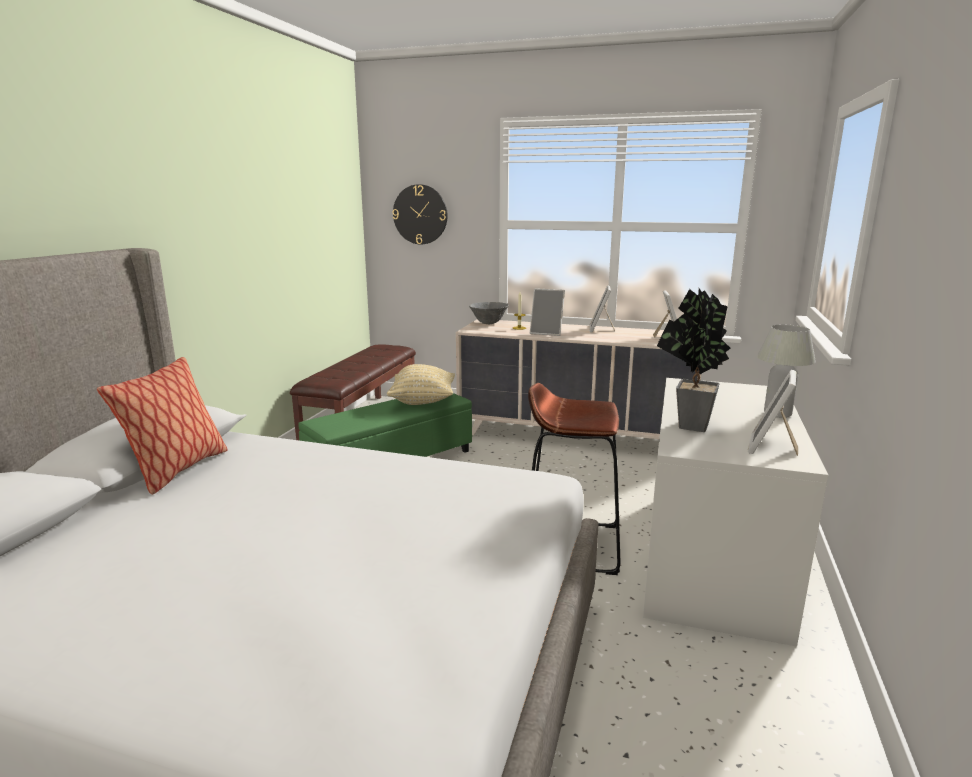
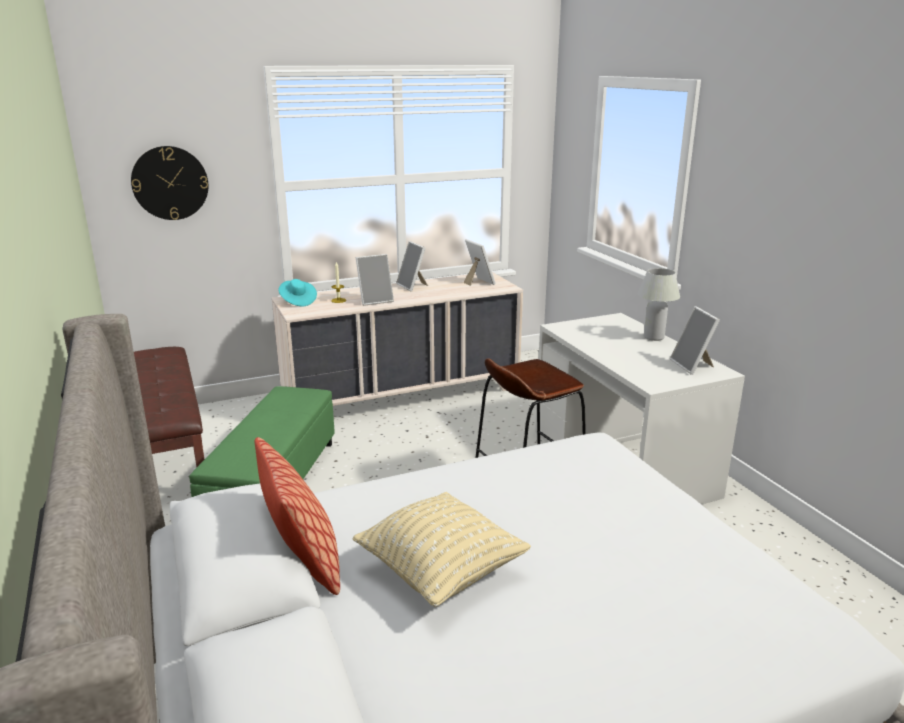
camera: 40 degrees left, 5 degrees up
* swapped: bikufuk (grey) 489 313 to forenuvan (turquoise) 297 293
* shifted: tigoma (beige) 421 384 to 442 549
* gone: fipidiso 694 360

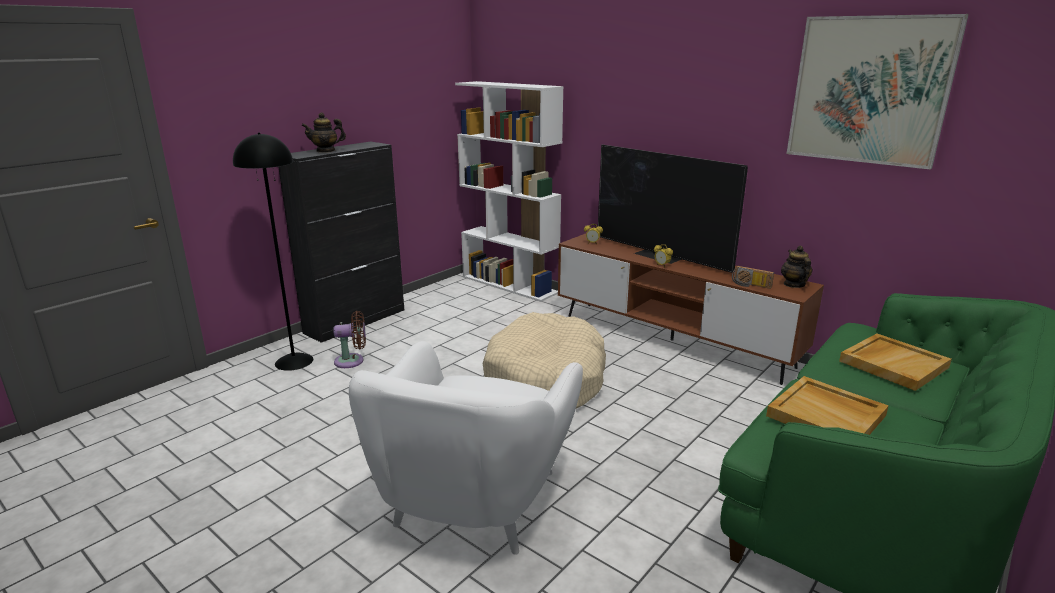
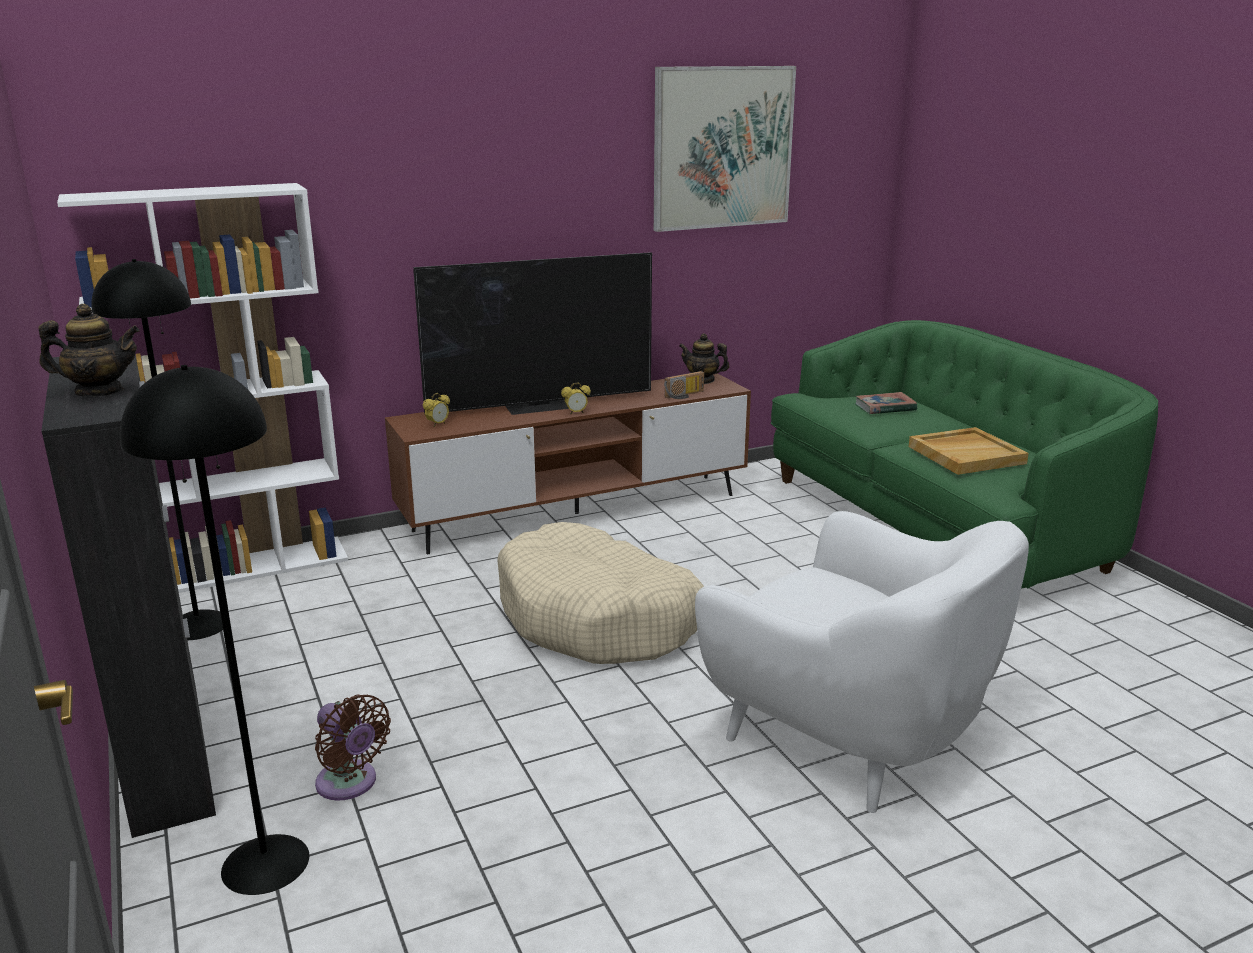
camera: 65 degrees left, 0 degrees up
* rotated: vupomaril 323 132 = 89 350 105 degrees counterclockwise
* new: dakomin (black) 157 449
* rotated: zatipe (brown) 349 339 = 353 747 120 degrees clockwise
* swapped: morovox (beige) 895 362 to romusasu 886 403

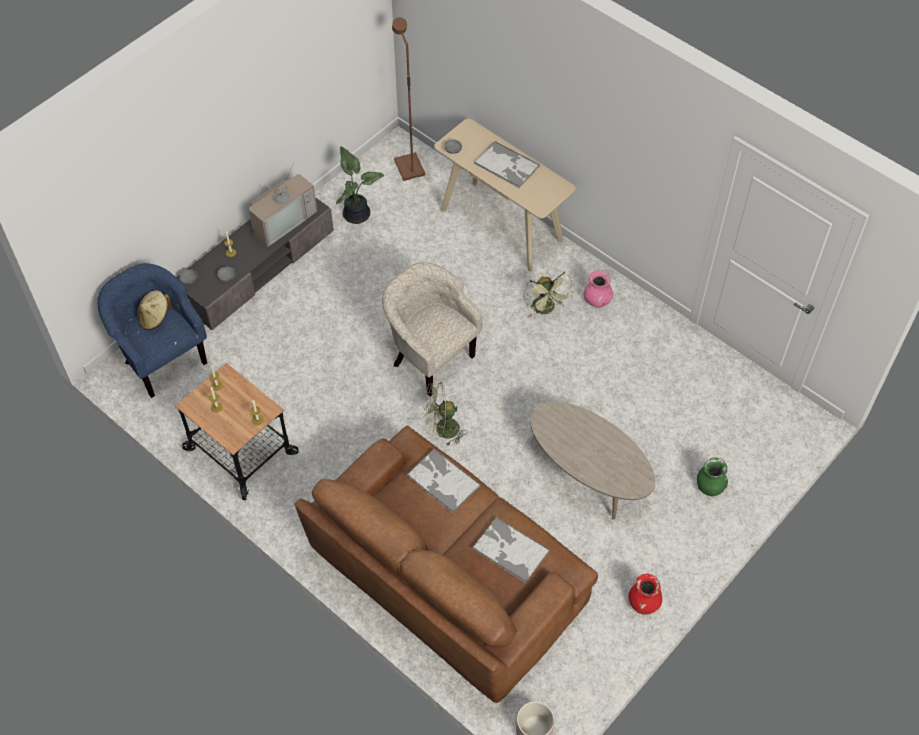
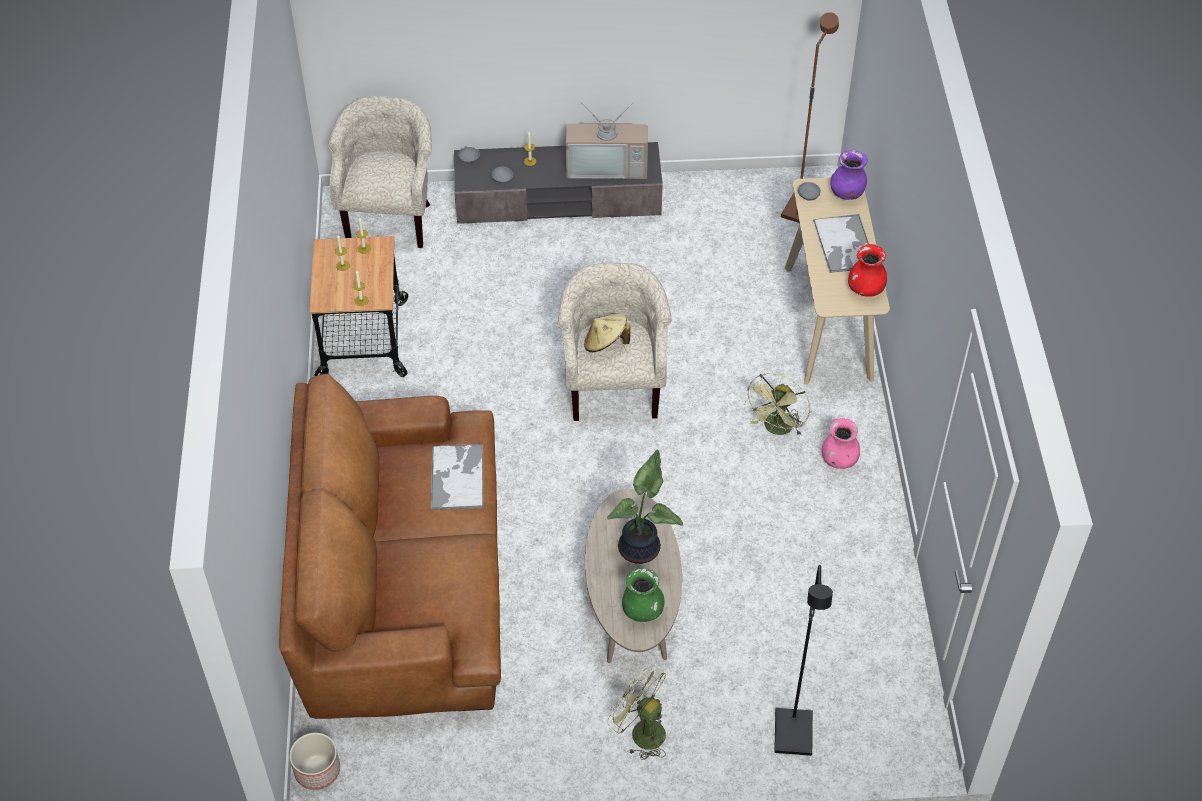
camera: 45 degrees right, 5 degrees down
* repainted: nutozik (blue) 152 330 to nutozik (beige) 380 172
* shifted: forenuvan (beige) 155 310 to 607 332
* shifted: fipidiso 360 185 to 645 507
* shifted: zatipe (green) 445 414 to 636 713
* shifted: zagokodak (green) 712 477 to 643 595
* new: dakomin (black) 803 660
* new: zagokodak (purple) 848 175
* shifted: zagokodak (red) 645 594 to 867 270
* gone: morovox 511 550

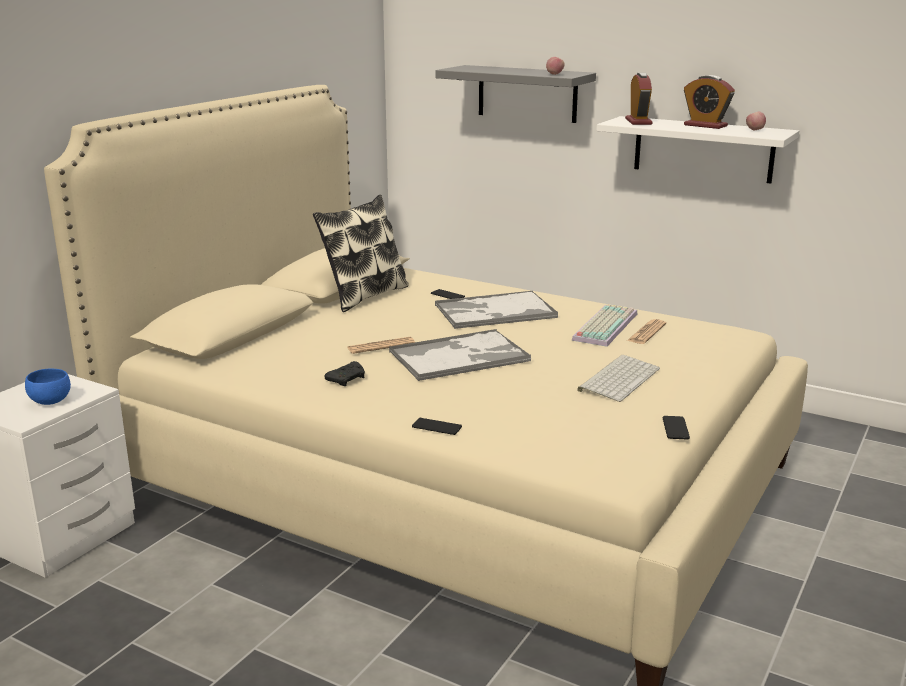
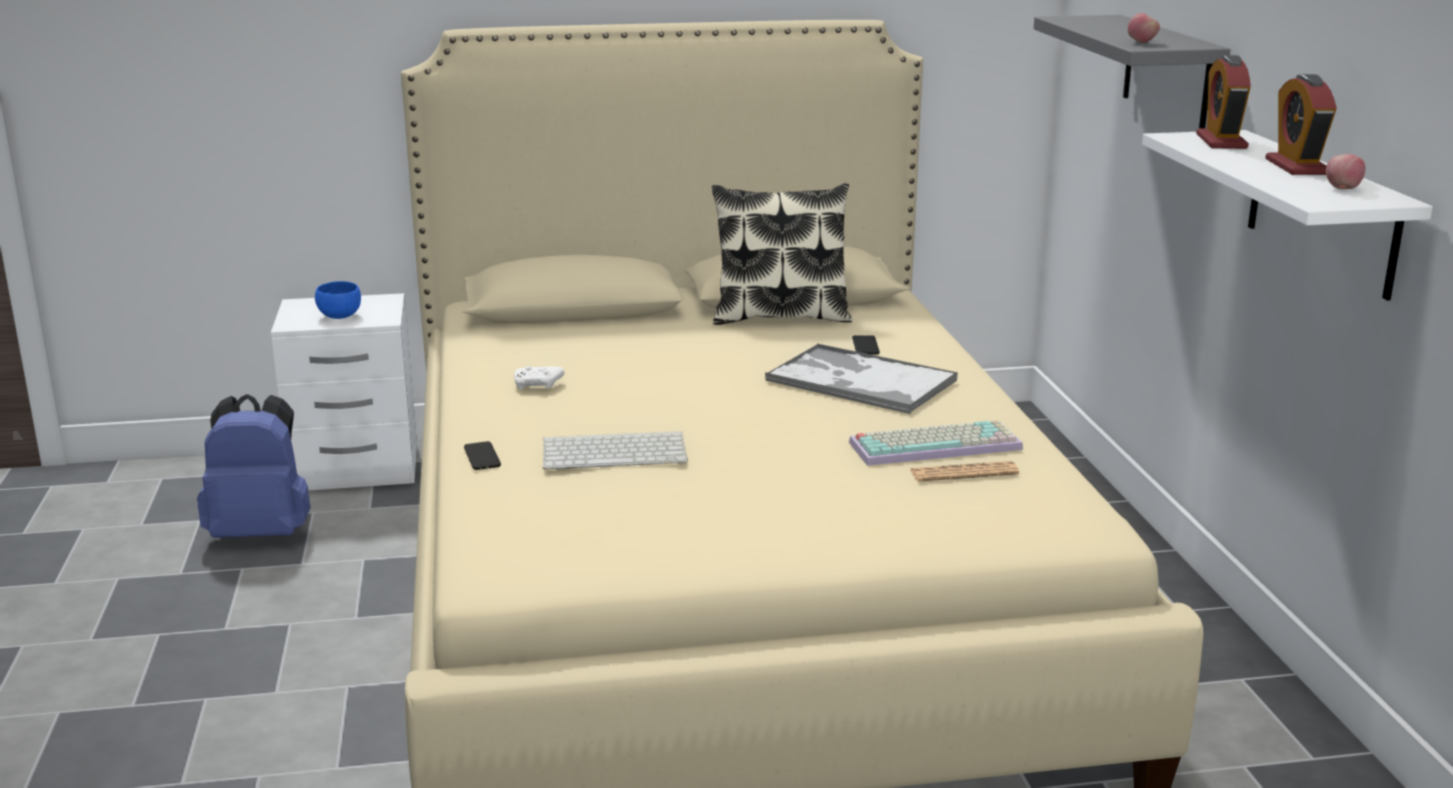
camera: 50 degrees right, 0 degrees up
* new: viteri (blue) 253 466
* repainted: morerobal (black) 344 373 to morerobal (white) 539 378
* shifted: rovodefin 618 378 to 615 450
* rotated: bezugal 639 99 = 1223 102 135 degrees clockwise
* gone: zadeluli 381 345
* gone: morovox 460 355
* gone: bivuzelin 676 427

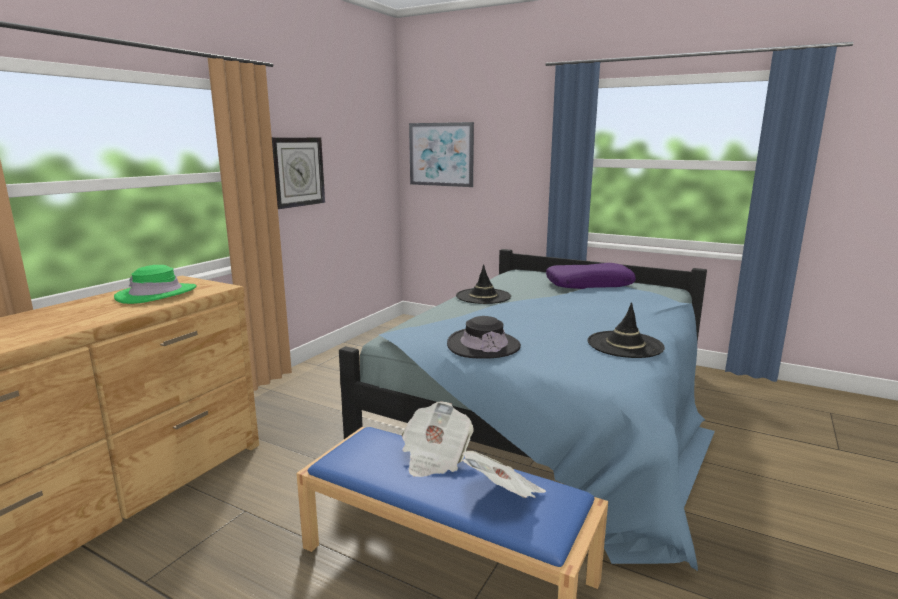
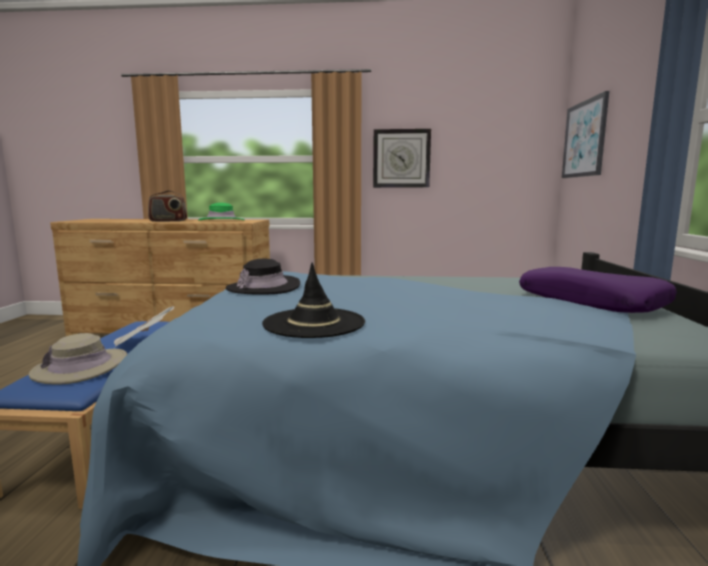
camera: 65 degrees right, 5 degrees down
* swapped: zadeluli 504 474 to forenuvan (beige) 78 359
* new: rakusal 167 206
* gone: forenuvan (black) 483 284

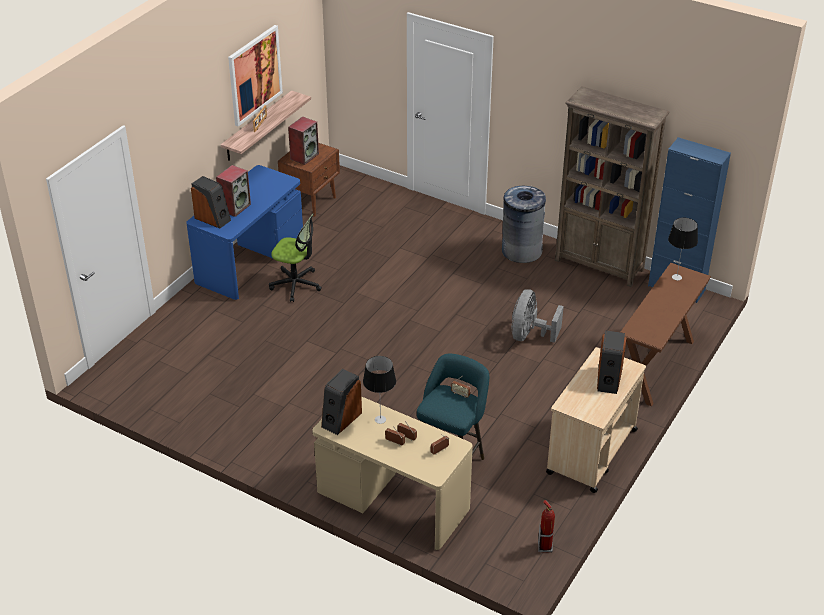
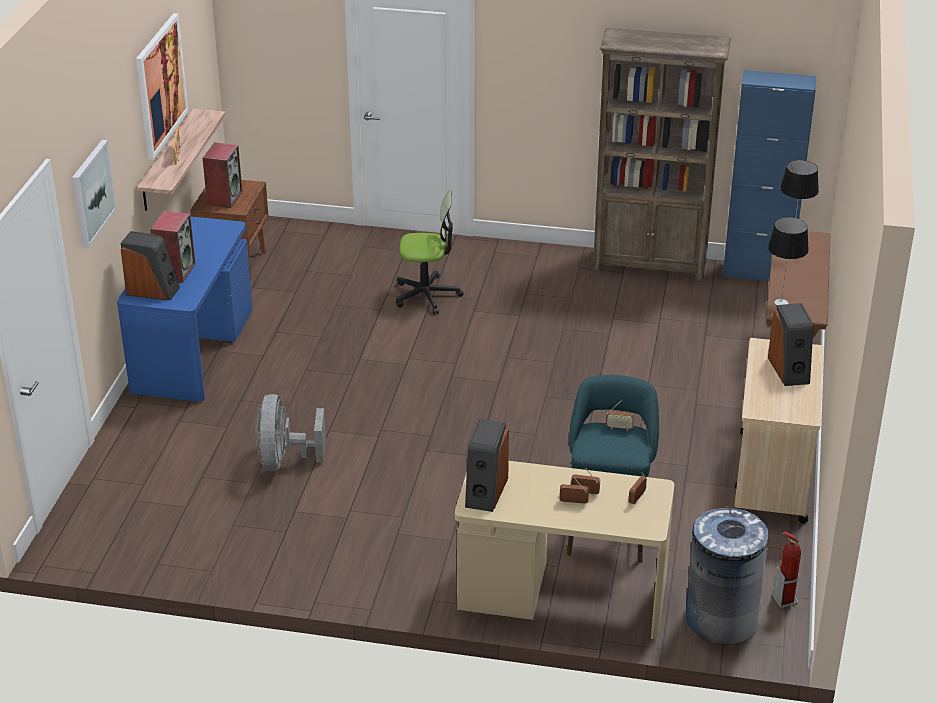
camera: 20 degrees left, 5 degrees down
* new: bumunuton 94 194
* shifted: zatipe (grey) 537 316 to 290 432
* shifted: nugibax 295 257 to 429 252
* shifted: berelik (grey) 524 224 to 727 575
* shifted: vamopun 379 390 to 788 261

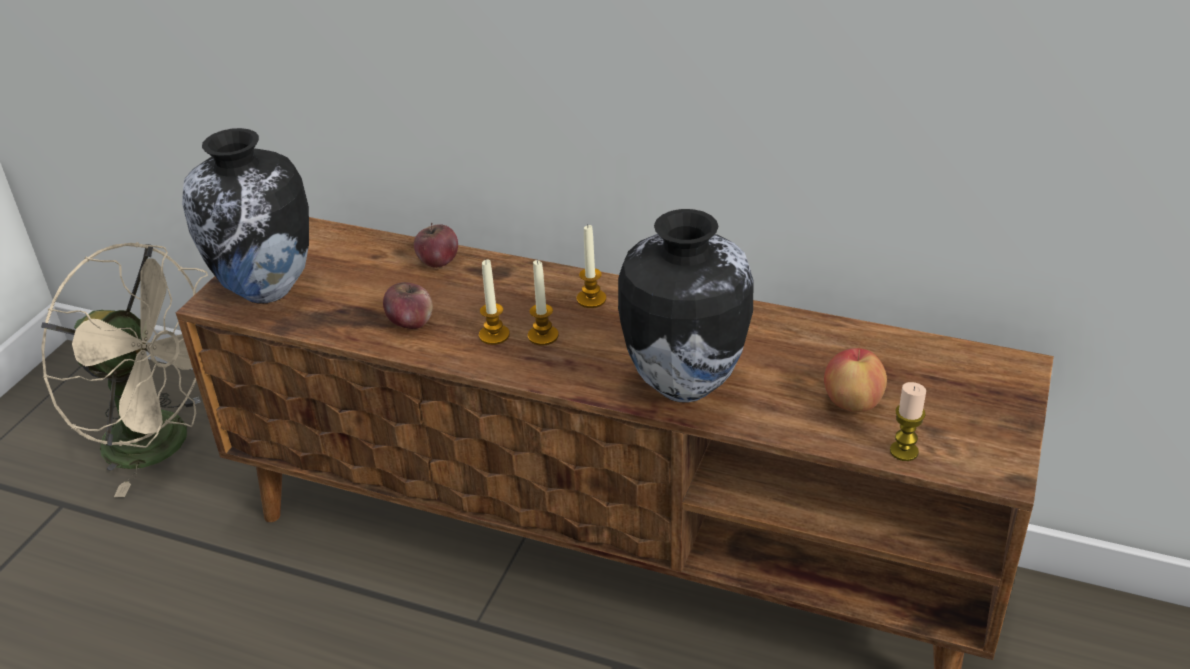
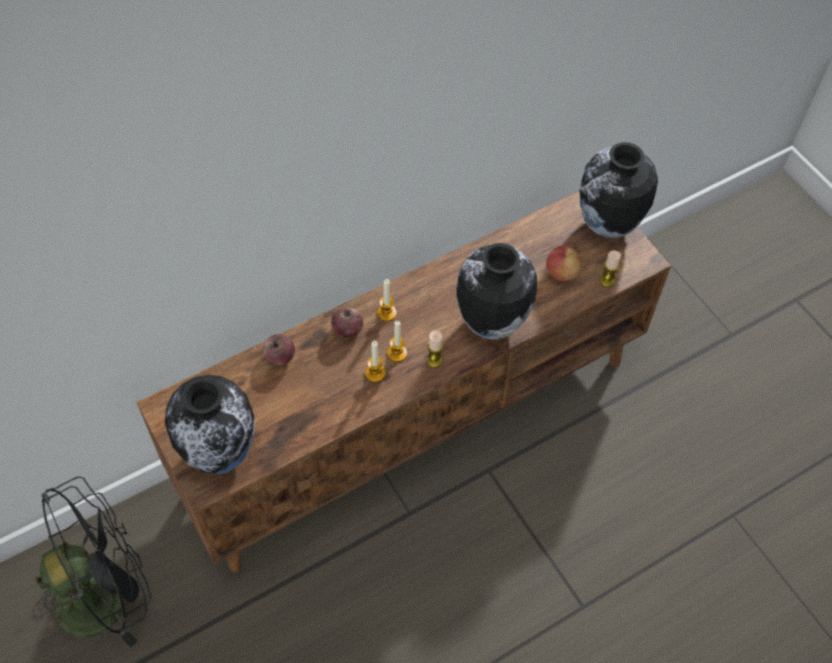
camera: 55 degrees left, 20 degrees up
* repainted: zatipe (beige) 124 369 to zatipe (black) 92 561
* shifted: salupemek 408 305 to 347 322
* new: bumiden 435 349
* new: zagokodak 619 190

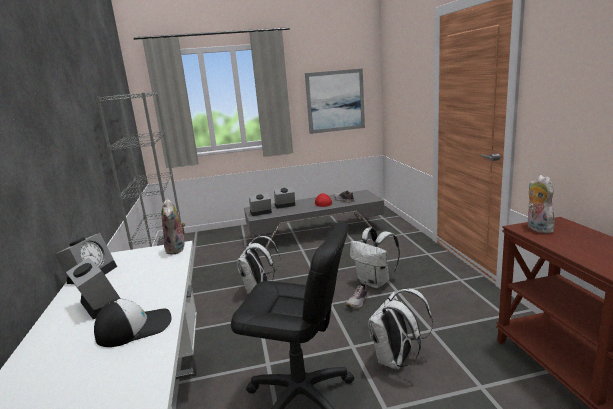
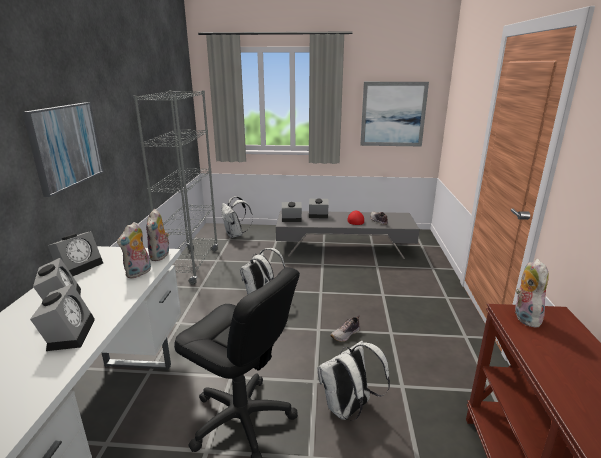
camera: 15 degrees right, 5 degrees up
* new: bumunuton 63 149
* swapped: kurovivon 132 323 to bezugal 62 317
* new: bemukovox 134 250
* shifted: viteri (white) 375 257 to 237 217

